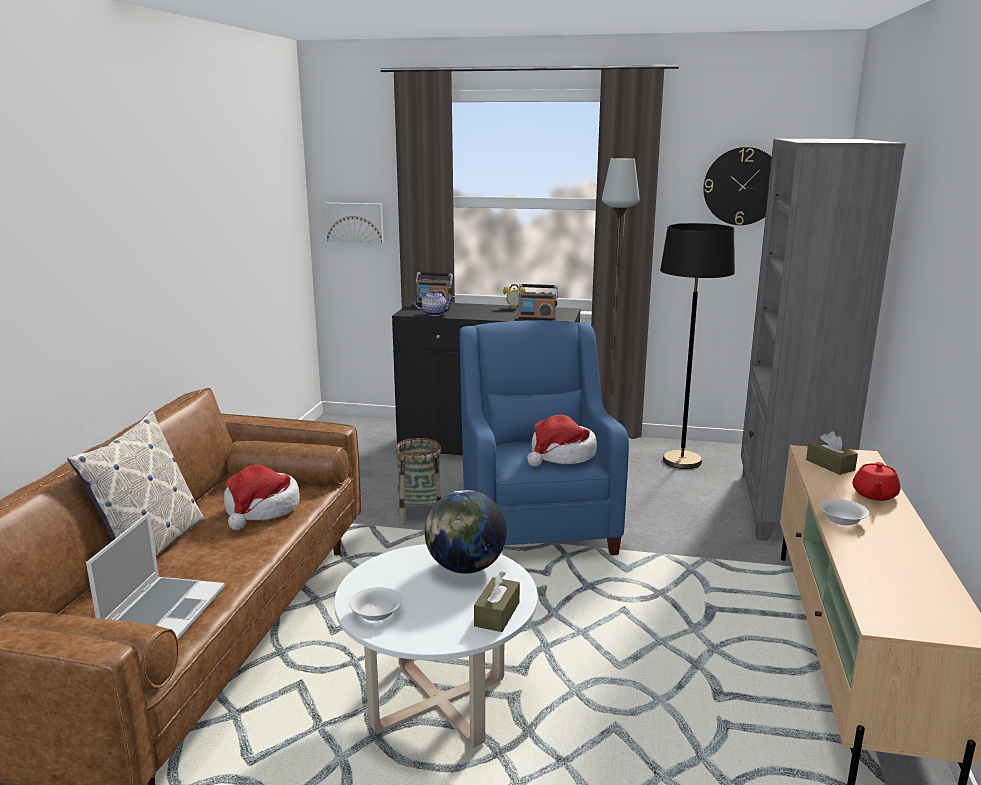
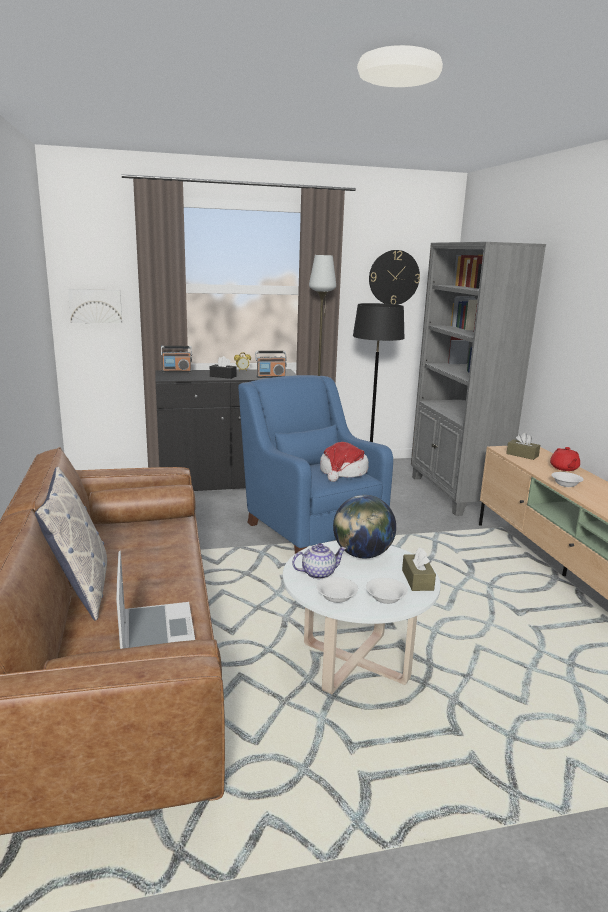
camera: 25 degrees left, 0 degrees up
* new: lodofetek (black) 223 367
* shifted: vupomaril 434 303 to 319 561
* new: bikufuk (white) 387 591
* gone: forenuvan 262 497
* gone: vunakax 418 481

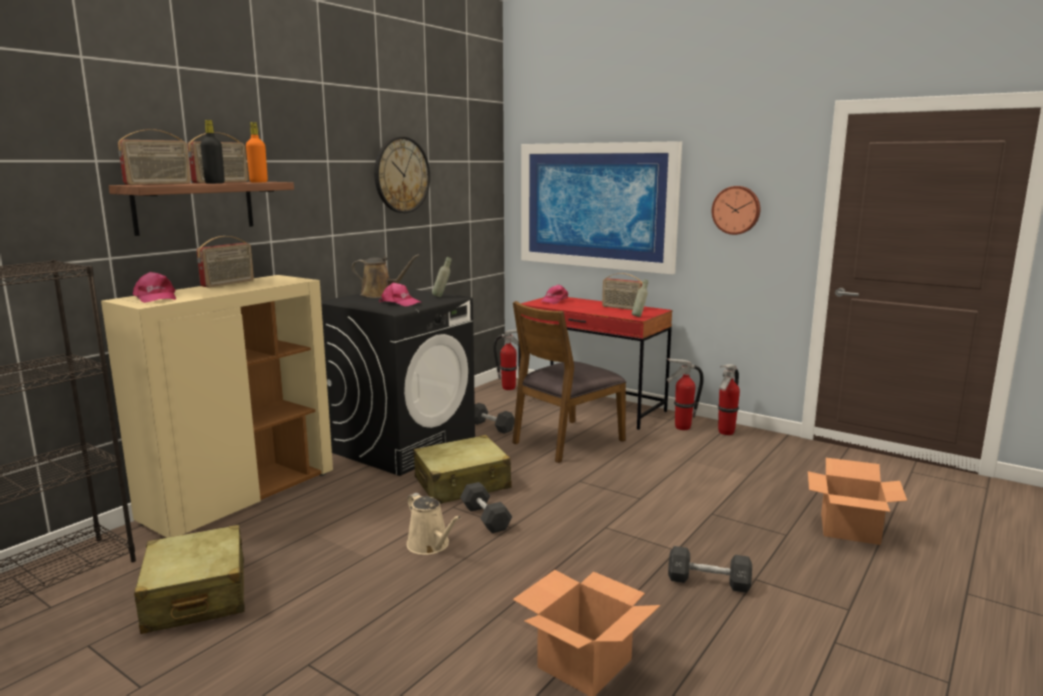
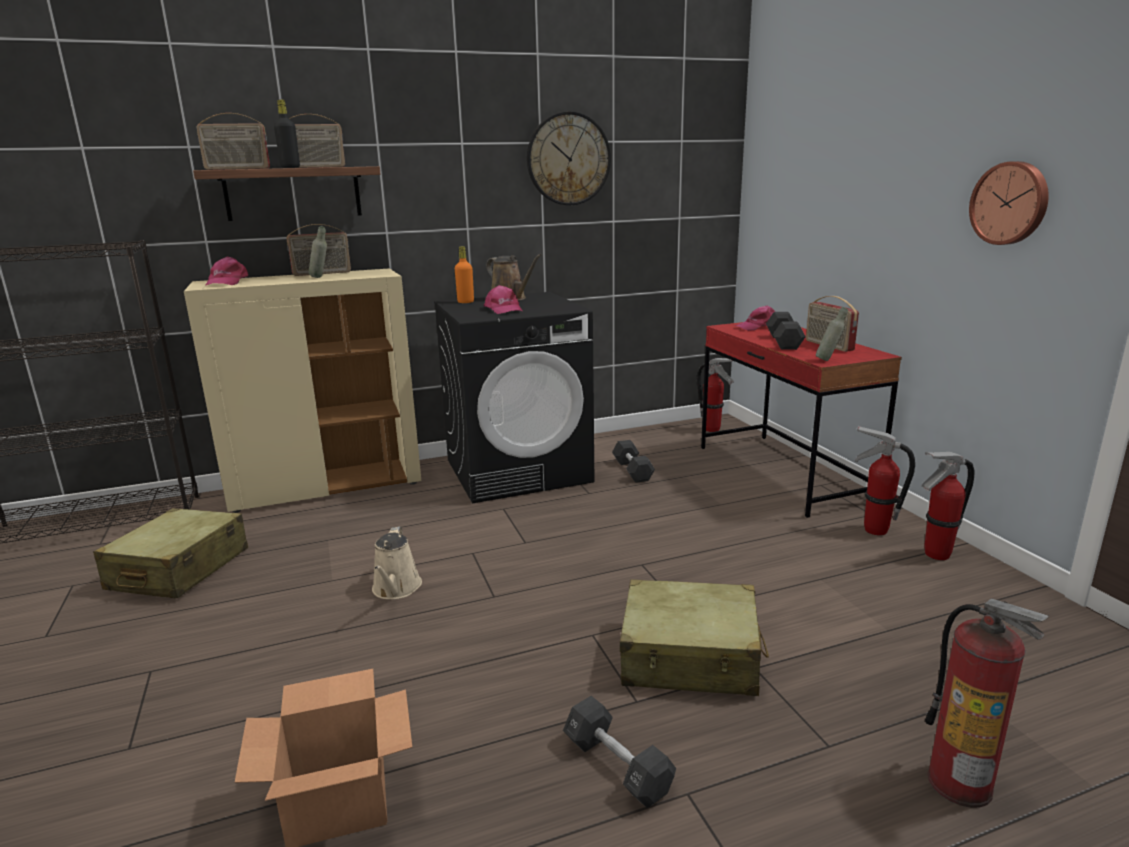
camera: 35 degrees right, 5 degrees up
* shifted: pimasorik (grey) 441 277 to 318 252
* shifted: pimasorik (orange) 257 152 to 464 274
* shifted: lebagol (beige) 462 469 to 694 637
* shifted: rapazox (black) 486 507 to 786 331
* swapped: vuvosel 857 501 to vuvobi 987 703
* gone: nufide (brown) 569 382
* gone: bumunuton 601 207

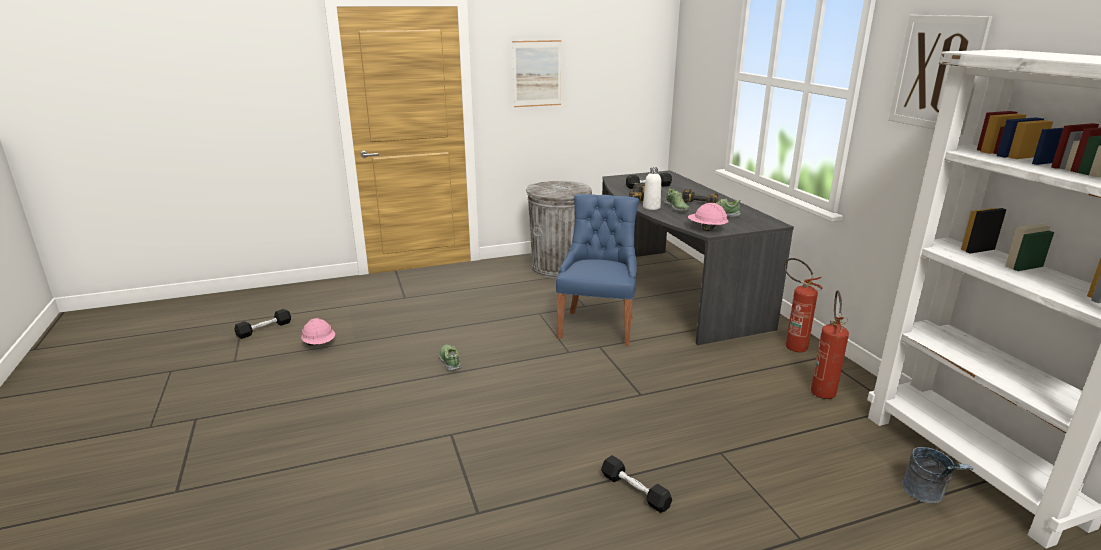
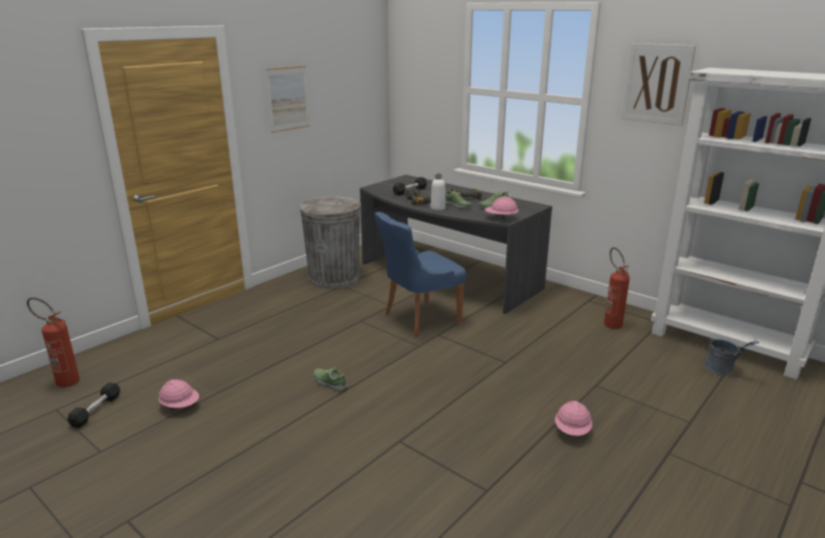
camera: 30 degrees left, 0 degrees up
* shifted: vuvobi 803 305 to 53 342
* rotated: nufide (blue) 597 270 = 420 274 105 degrees counterclockwise
* swapped: rapazox (black) 636 484 to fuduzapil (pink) 573 418

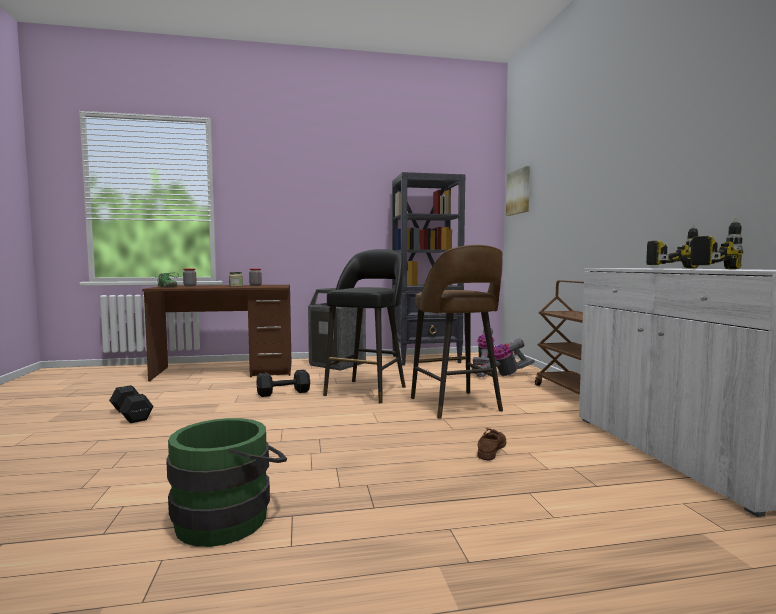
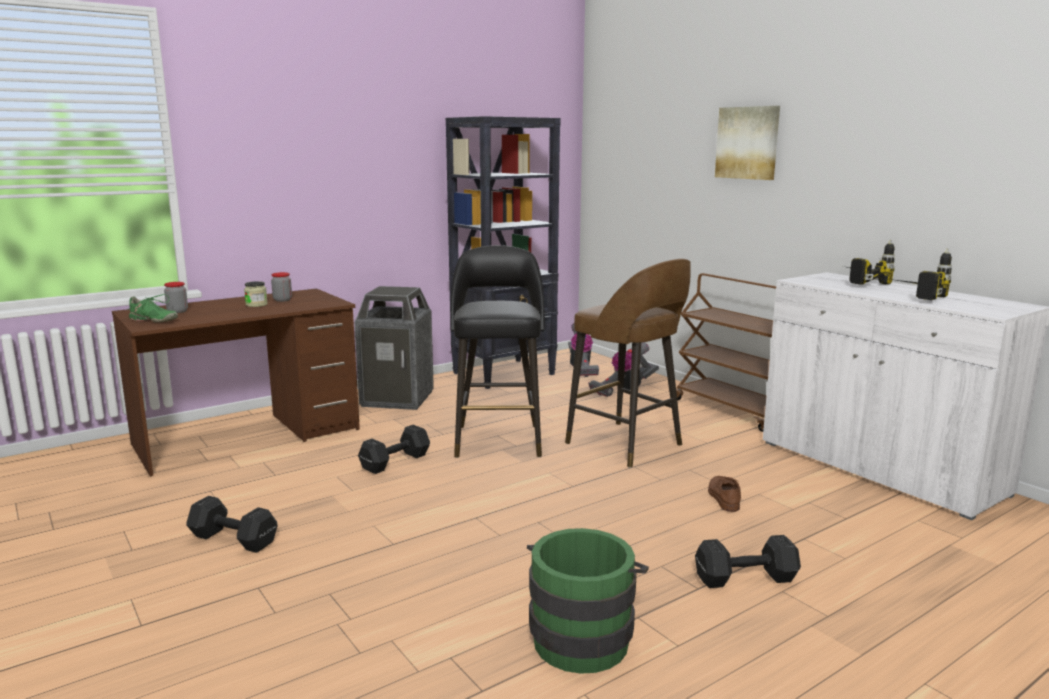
camera: 25 degrees left, 10 degrees up
* new: rapazox (black) 748 561
* shifted: bumunuton 518 191 to 747 143

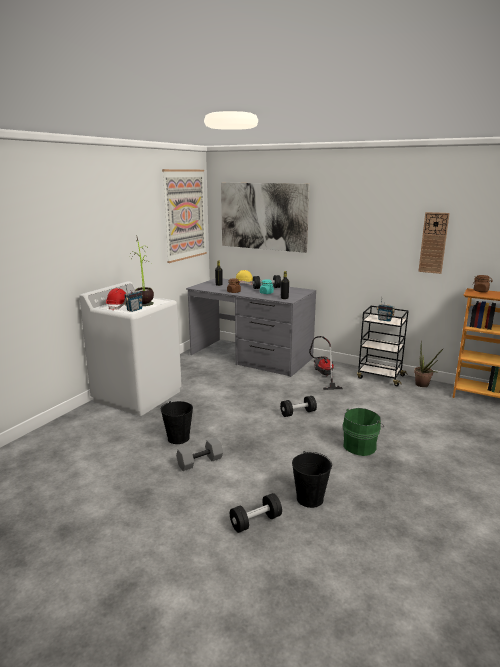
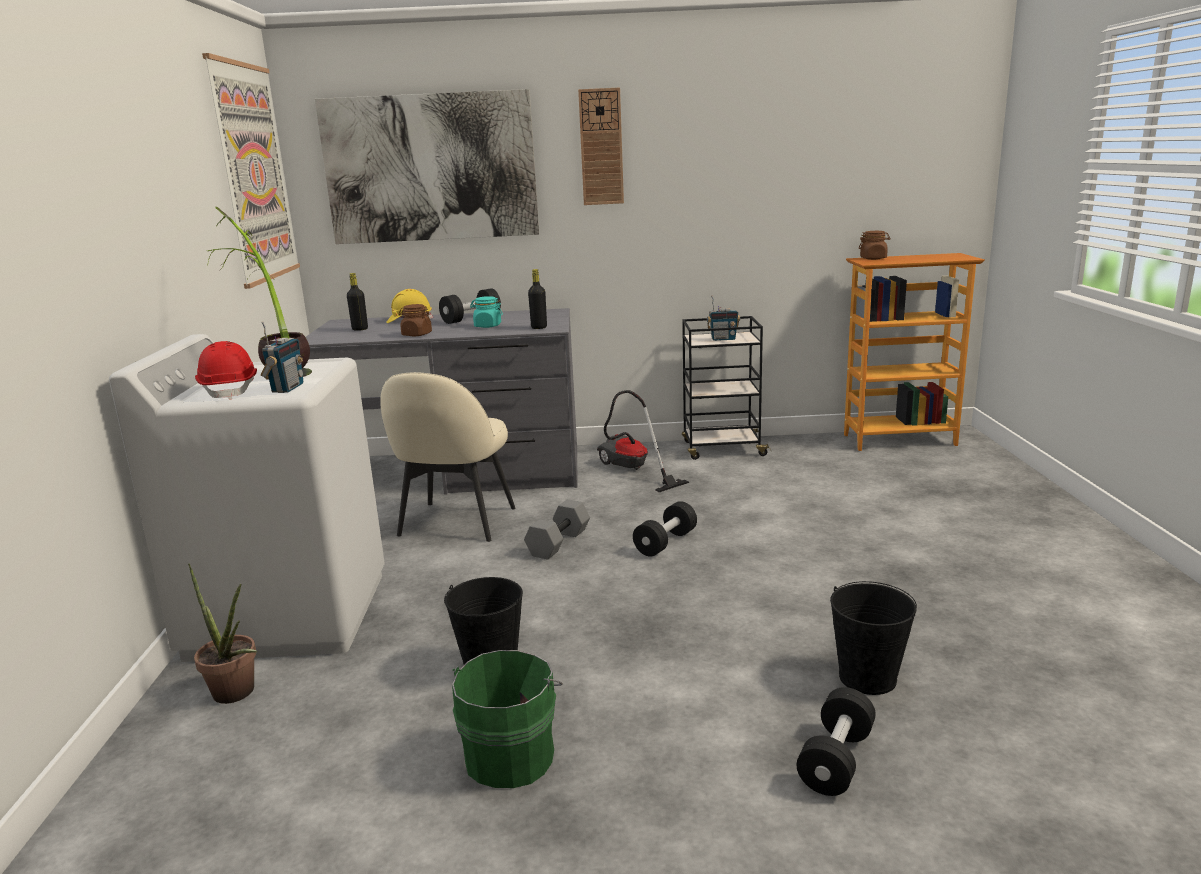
camera: 30 degrees left, 0 degrees up
* shifted: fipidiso 428 364 to 223 633
* new: nufide (beige) 448 457
* shifted: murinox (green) 363 432 to 507 719
* shifted: rapazox (grey) 199 454 to 557 529
* shifted: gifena 434 243 to 601 146

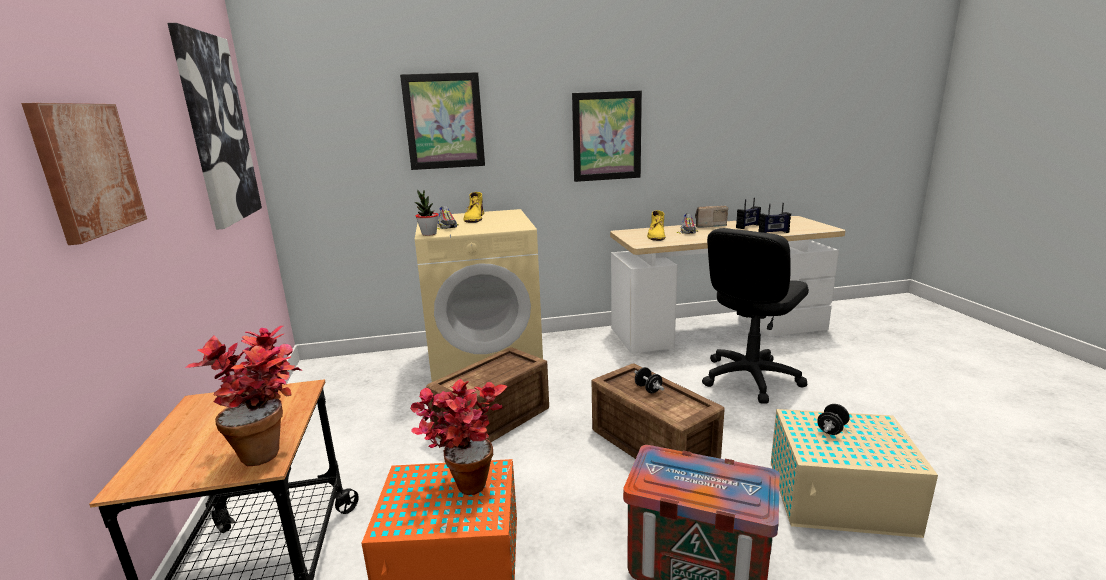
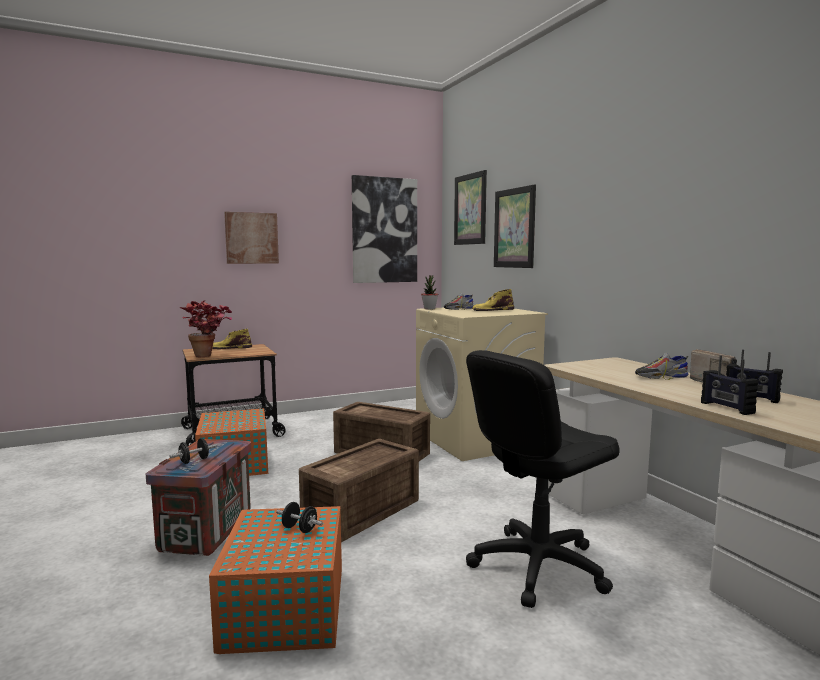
camera: 75 degrees right, 10 degrees down
* shifted: rapazox (black) 649 380 to 193 451
* repainted: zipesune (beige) 854 473 to zipesune (orange) 275 580
* shifted: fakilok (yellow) 656 225 to 232 339
* shifted: bumunuton 607 136 to 470 207
* rotated: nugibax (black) 755 315 = 543 479 60 degrees counterclockwise
* gone: fipidiso 458 437

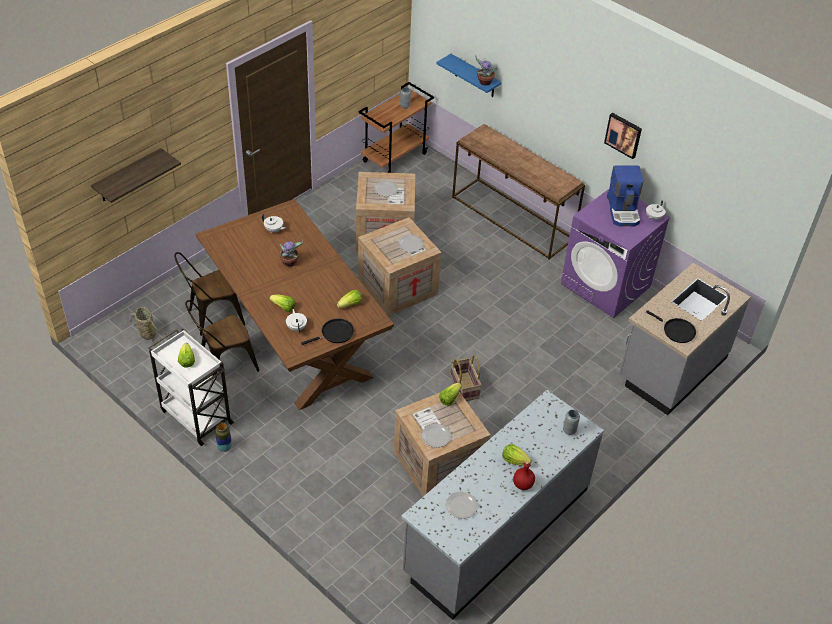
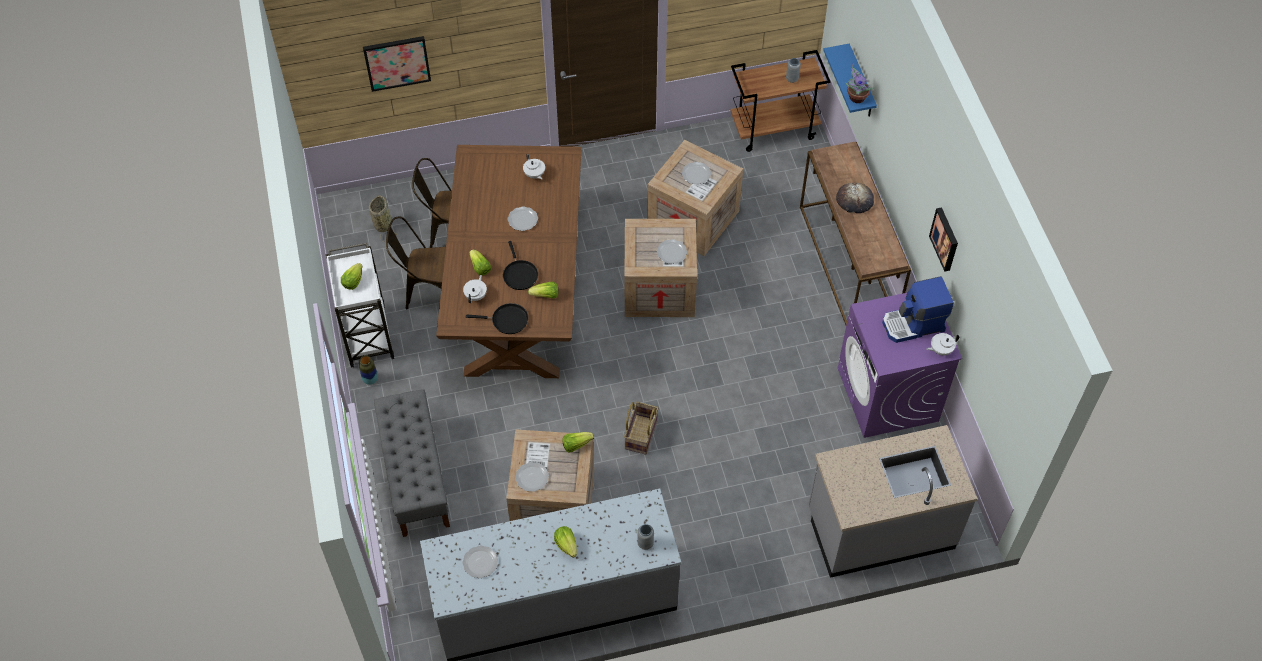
camera: 35 degrees right, 10 degrees up
* swapped: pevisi 136 175 to bumunuton 397 64
* new: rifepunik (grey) 412 463
* shifted: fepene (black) 671 326 to 520 265
* swapped: fipidiso 292 253 to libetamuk 523 219
* new: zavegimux 855 198
* rotated: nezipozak 625 196 = 918 309 45 degrees clockwise
* gone: pimasorik (red) 524 475

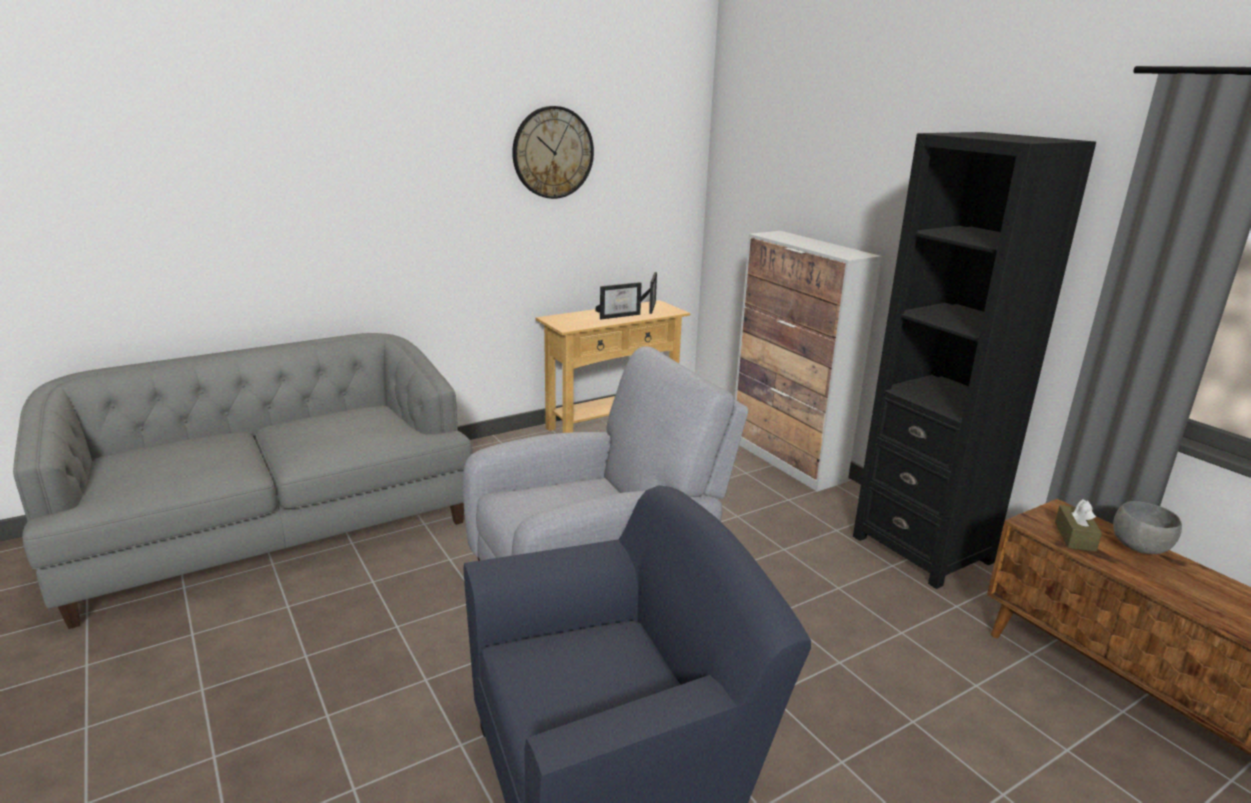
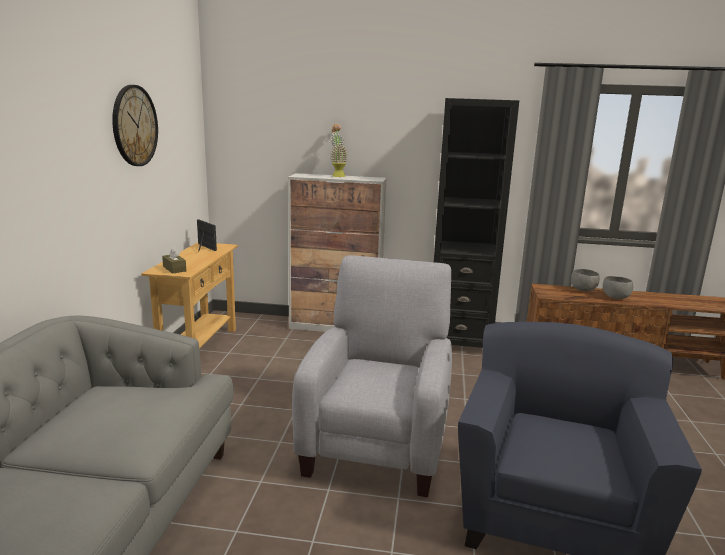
camera: 50 degrees left, 5 degrees down
* shifted: lodofetek (brown) 1078 525 to 174 260
* new: fipidiso 339 150
* new: bikufuk (grey) 618 287
* gone: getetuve 618 300

